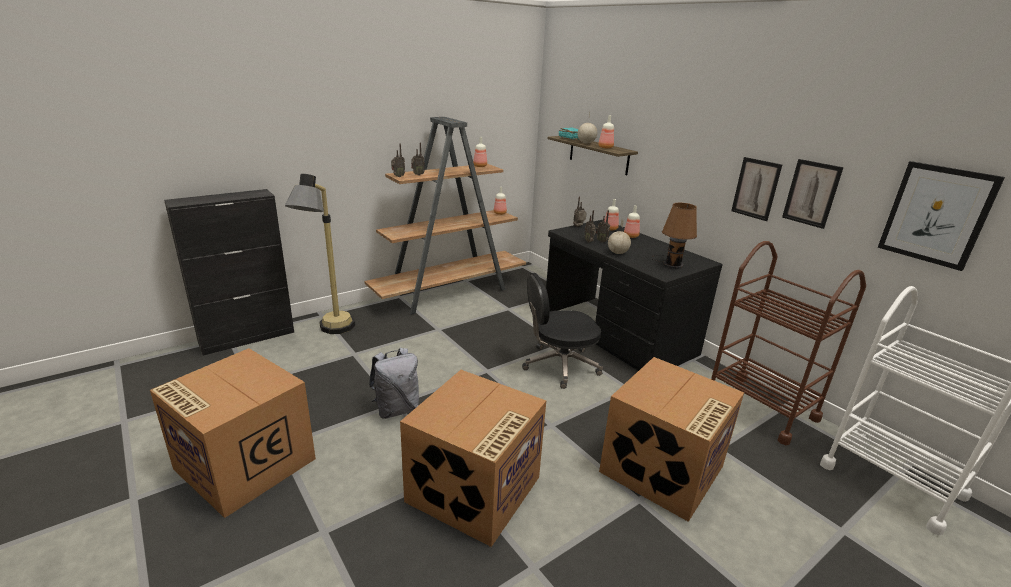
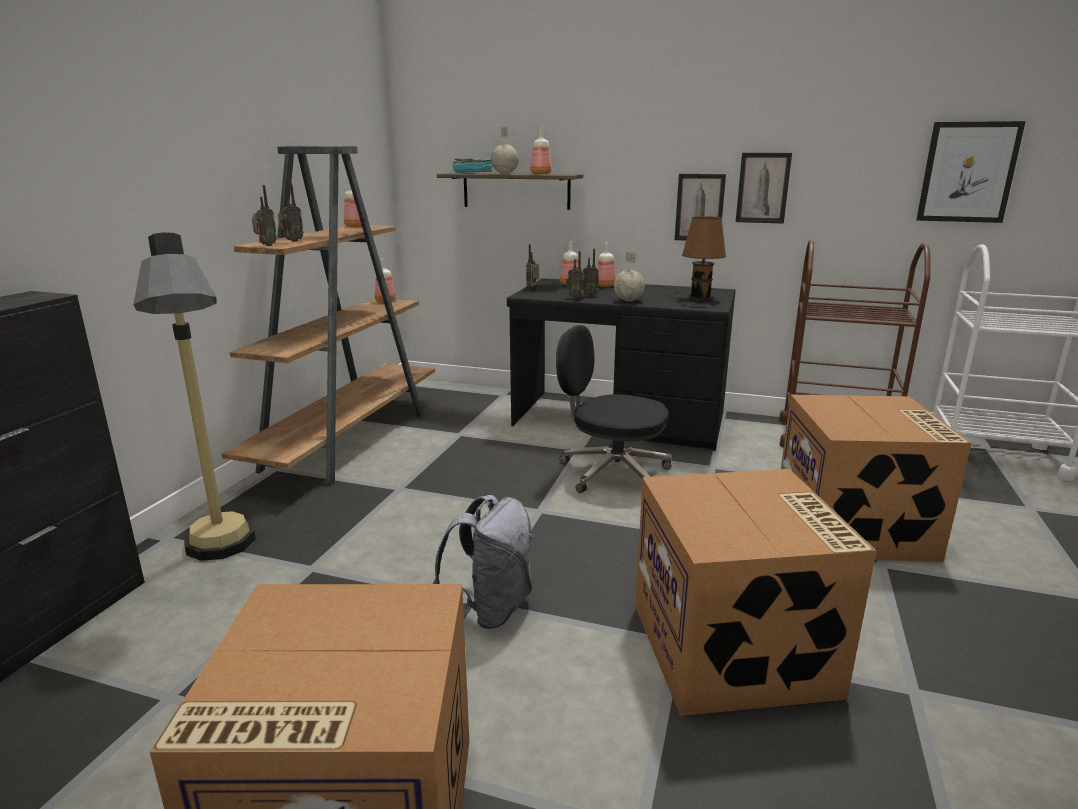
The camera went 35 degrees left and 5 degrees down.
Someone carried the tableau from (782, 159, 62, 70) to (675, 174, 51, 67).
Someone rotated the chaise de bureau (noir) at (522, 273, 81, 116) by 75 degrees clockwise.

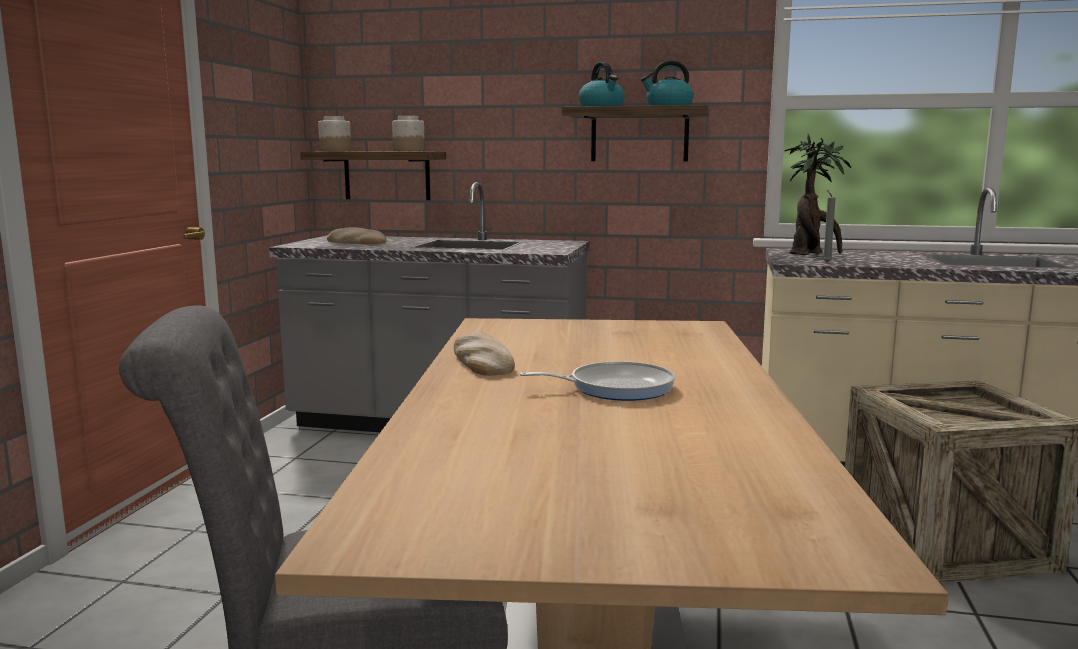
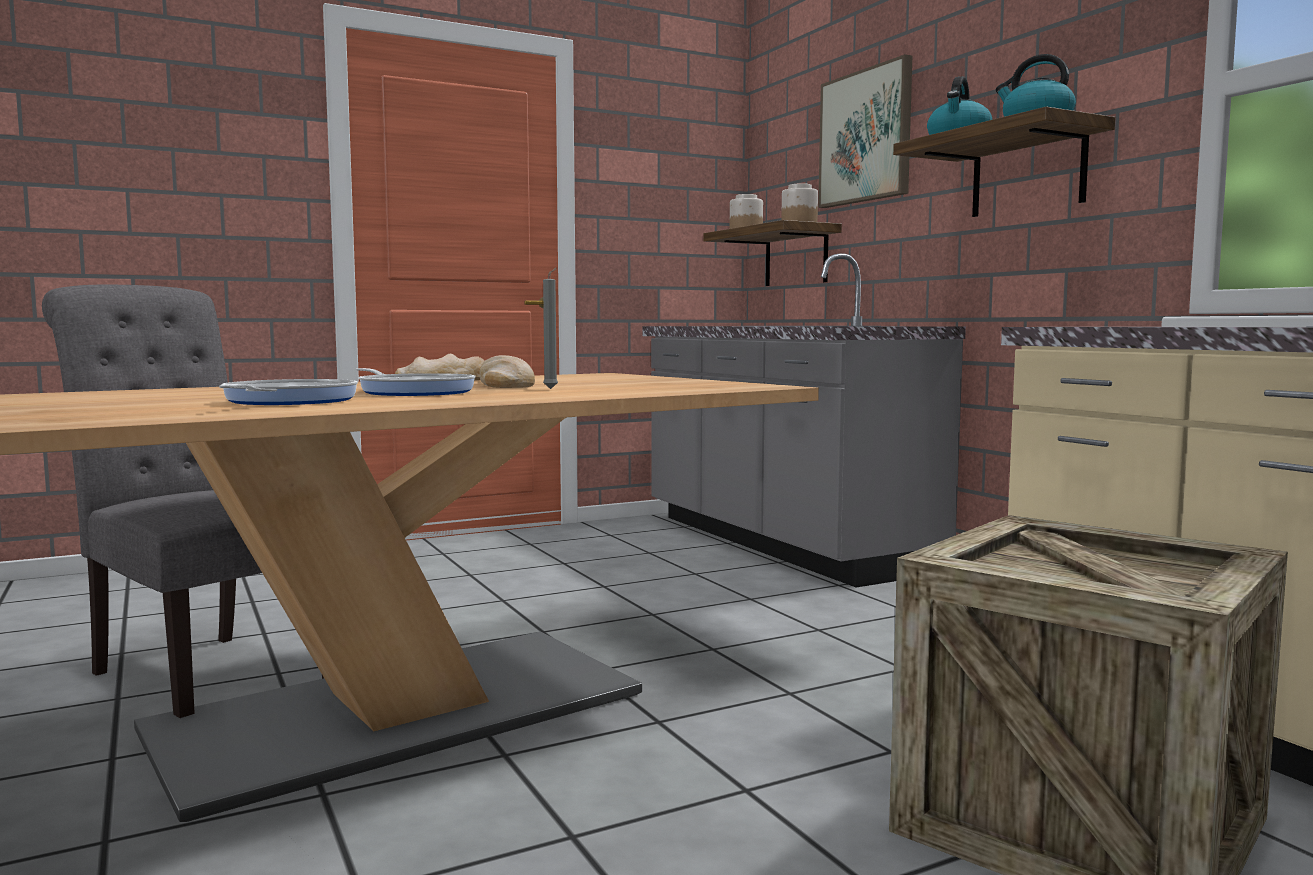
The camera went 50 degrees right and 5 degrees down.
Someone took away the plante en pot at (784, 133, 67, 122).
Someone put down the poêle at (219, 379, 139, 26).
Someone put up the tableau at (818, 54, 94, 154).
Someone carried the pain from (327, 227, 59, 18) to (479, 355, 56, 33).
Someone carried the bougie (gris) from (823, 190, 13, 73) to (543, 268, 15, 121).

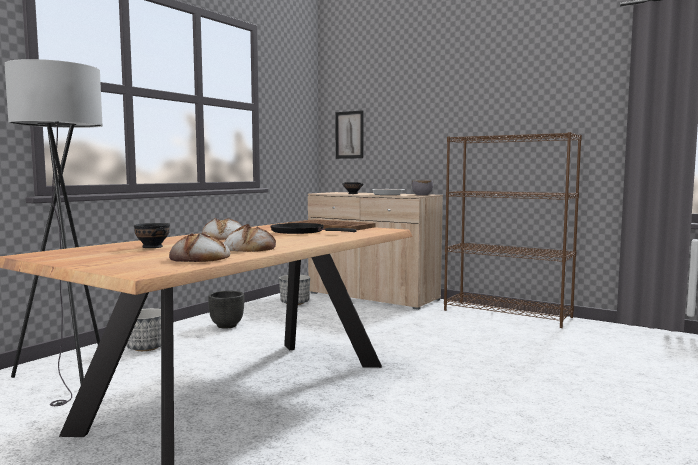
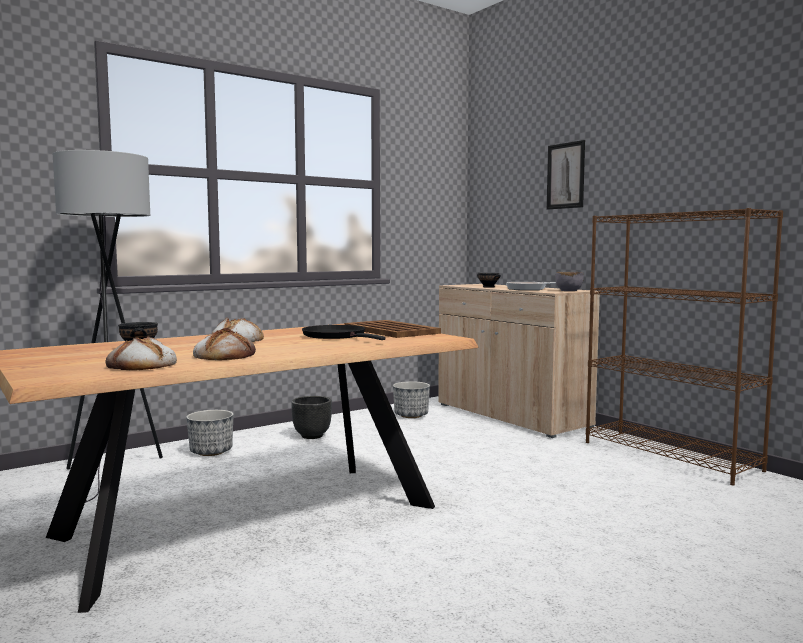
The camera went 20 degrees right and 0 degrees up.
Someone carried the tableau from (336, 110, 28, 49) to (547, 140, 38, 70).

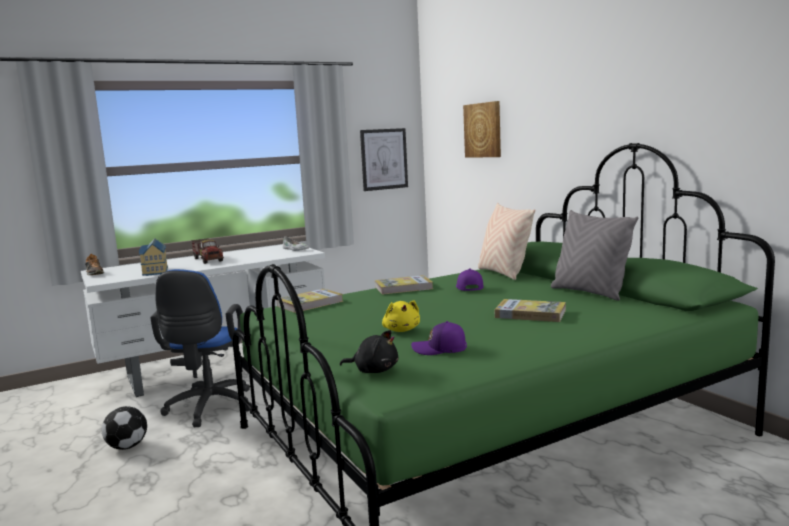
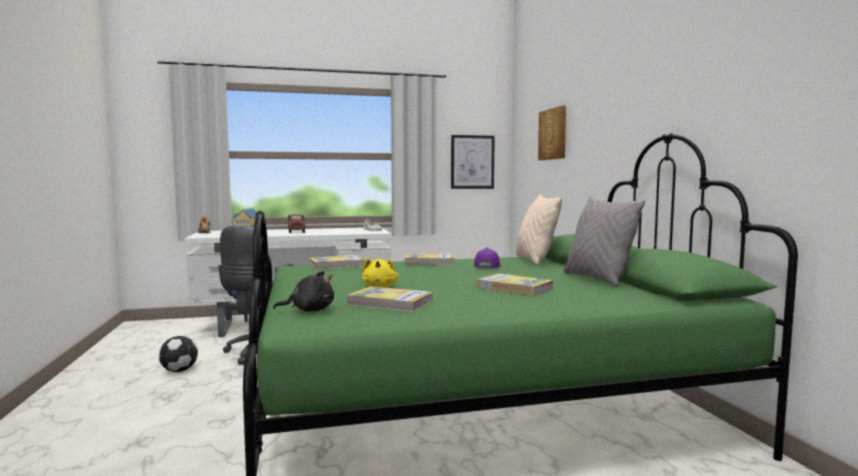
The camera went 15 degrees right and 5 degrees down.
Someone swapped the casquette (violet) at (411, 321, 56, 34) for the livre at (347, 286, 86, 26).
Someone rotated the peluche (noir) at (340, 330, 58, 43) by 45 degrees counterclockwise.

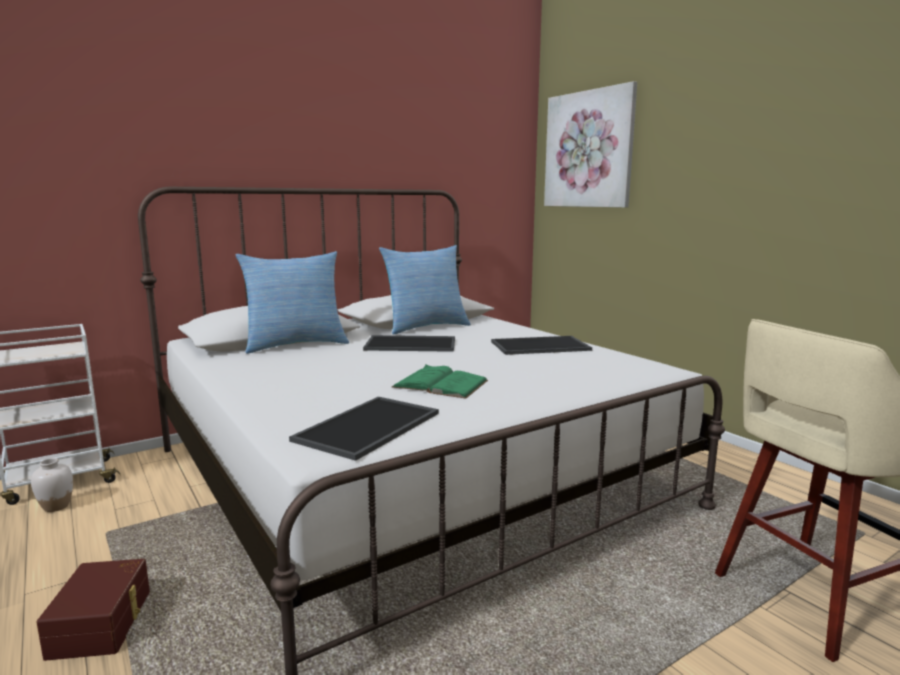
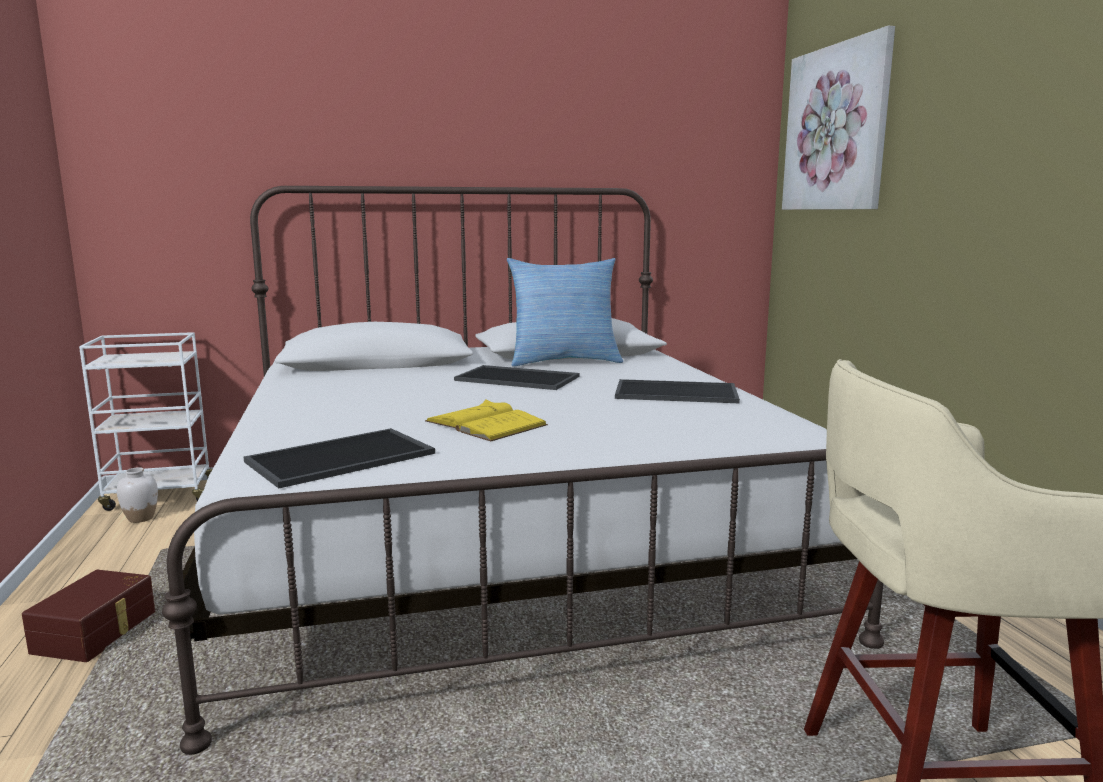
The camera went 20 degrees right and 0 degrees up.
Someone took away the coussin at (235, 251, 114, 103).
Someone repainted the livre (vert) at (392, 365, 96, 34), which became the livre (jaune) at (425, 399, 123, 42).

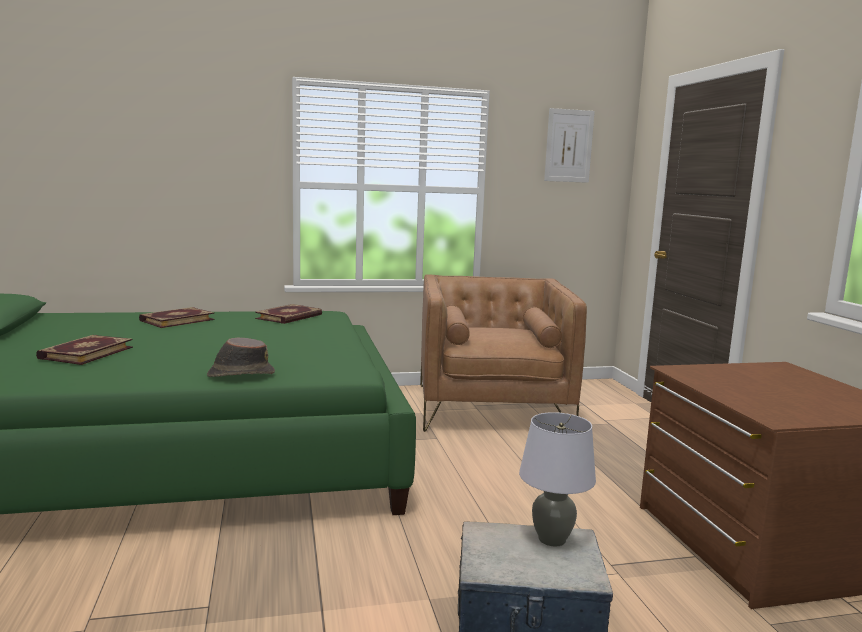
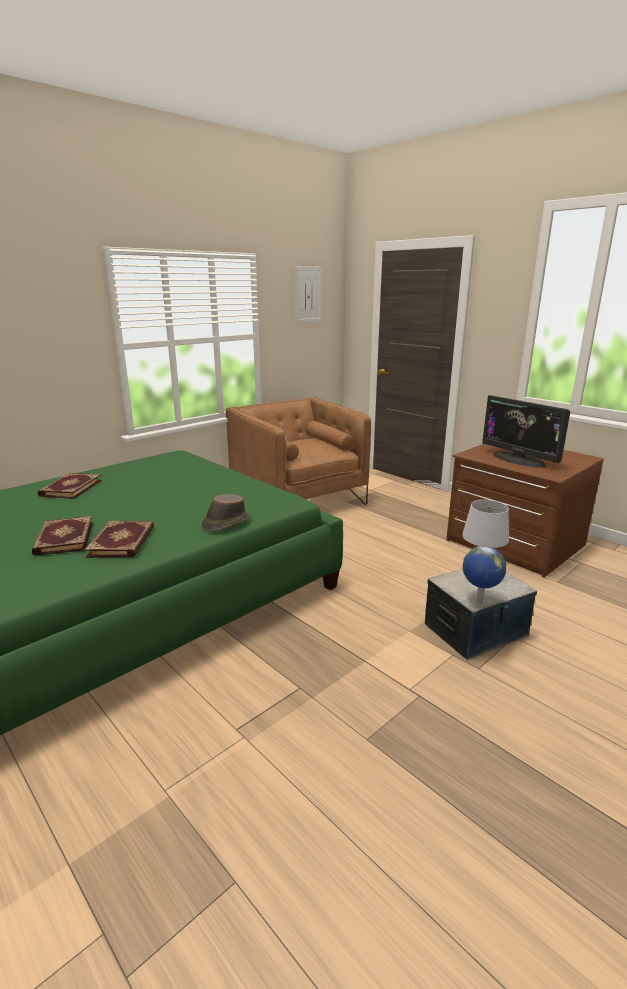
The camera went 30 degrees left and 10 degrees up.
Someone put down the globe at (463, 546, 43, 58).
Someone put down the écran d'ordinateur at (482, 395, 88, 73).
Someone carried the livre from (255, 304, 67, 20) to (84, 521, 70, 37).

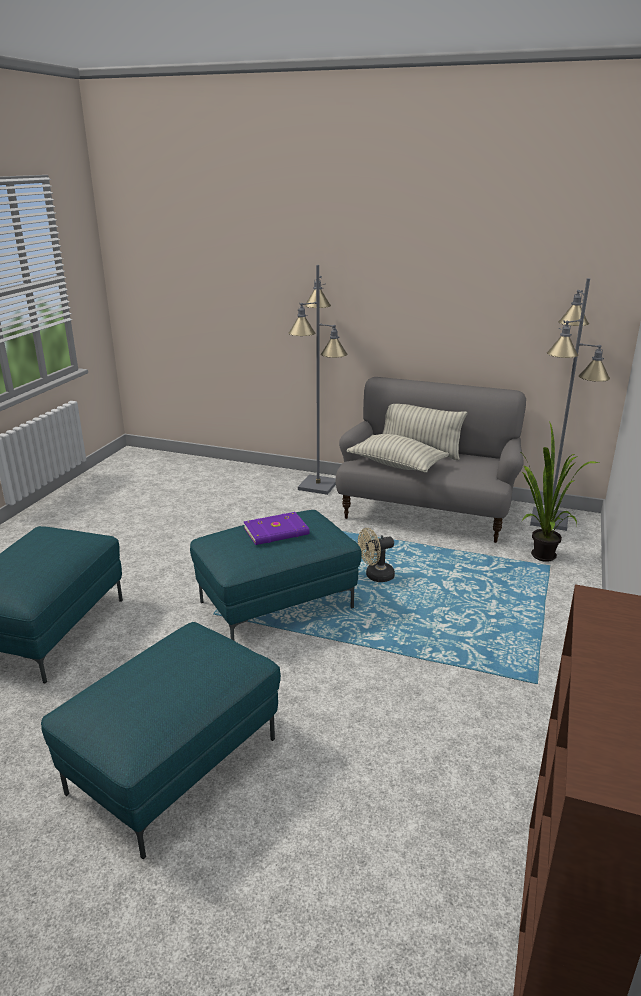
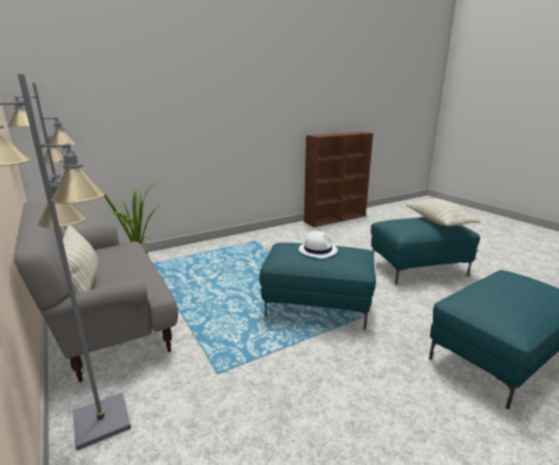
The camera went 140 degrees left and 5 degrees down.
Someone took away the ventilateur (beige) at (358, 528, 37, 54).
Someone carried the coussin from (346, 434, 103, 39) to (405, 199, 76, 27).
Someone swapped the livre (violet) at (244, 512, 66, 33) for the chapeau (blanc) at (299, 231, 39, 27).

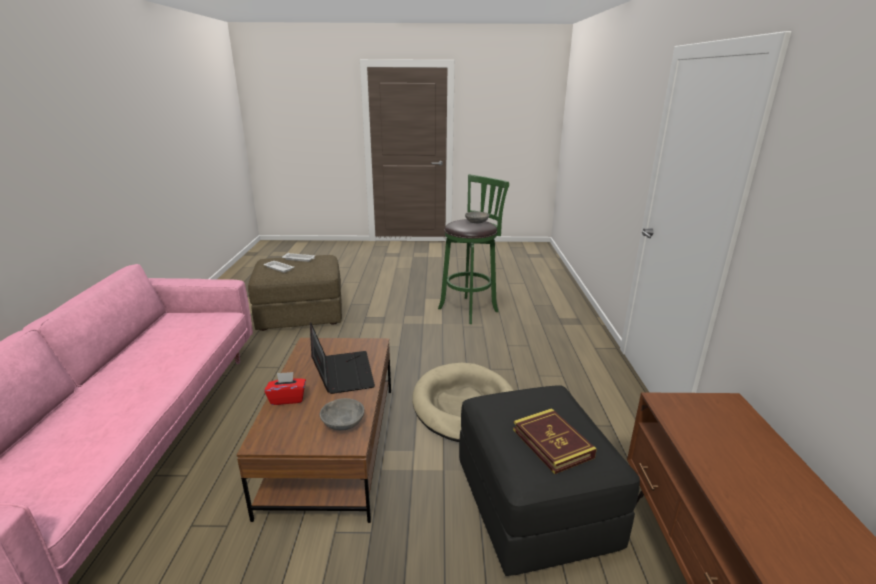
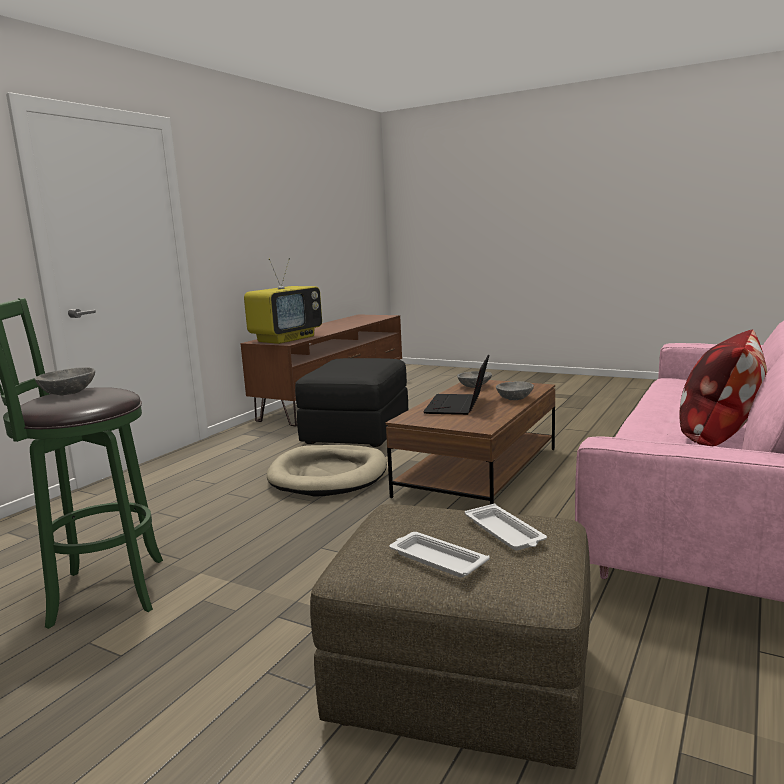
The camera went 150 degrees left and 10 degrees down.
Someone took away the livre at (513, 408, 83, 66).
Someone put down the téléviseur at (244, 258, 78, 86).
Someone put down the coussin at (679, 329, 88, 117).
Someone swapped the boîte à mouchoirs (rouge) at (264, 372, 42, 33) for the bol (gris) at (496, 381, 38, 19).

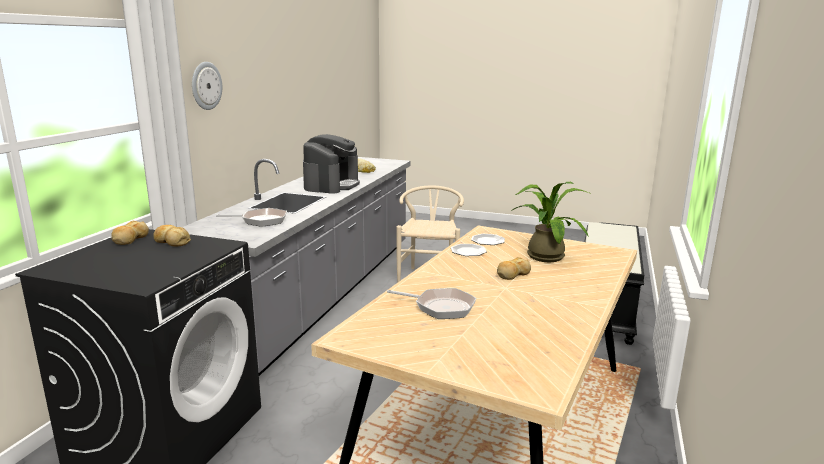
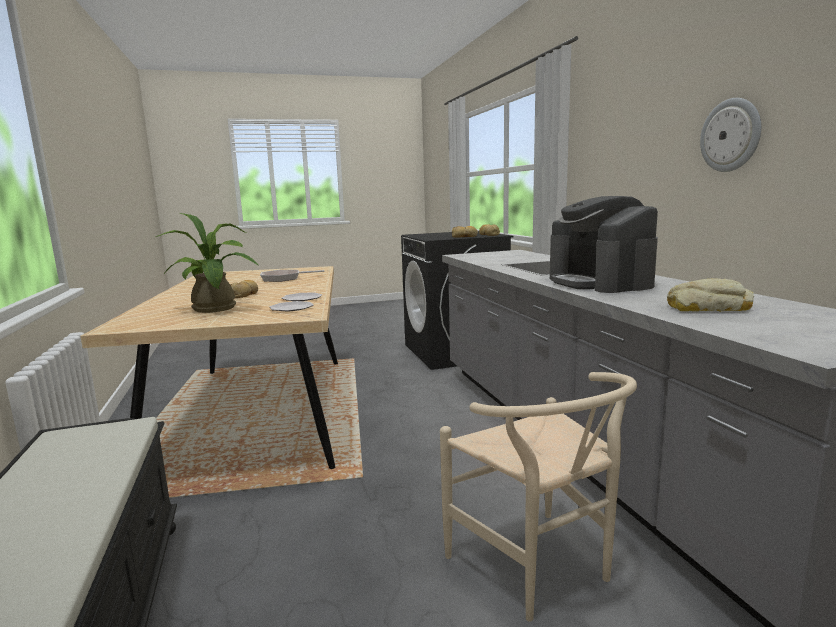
The camera went 145 degrees right and 5 degrees down.
Someone took away the poêle at (216, 208, 71, 19).
Someone carried the horloge murale from (192, 62, 30, 48) to (700, 98, 61, 74).

